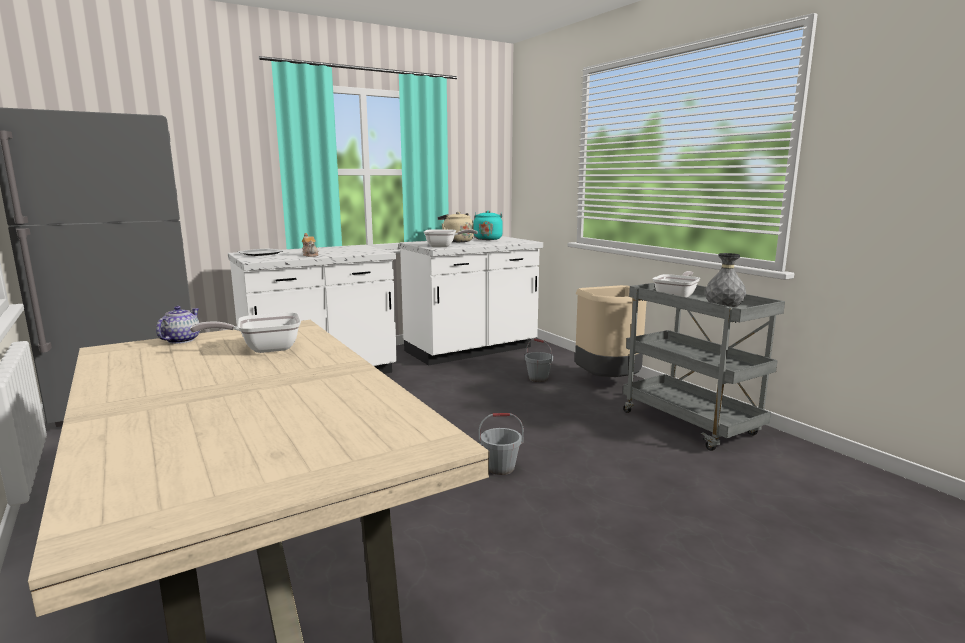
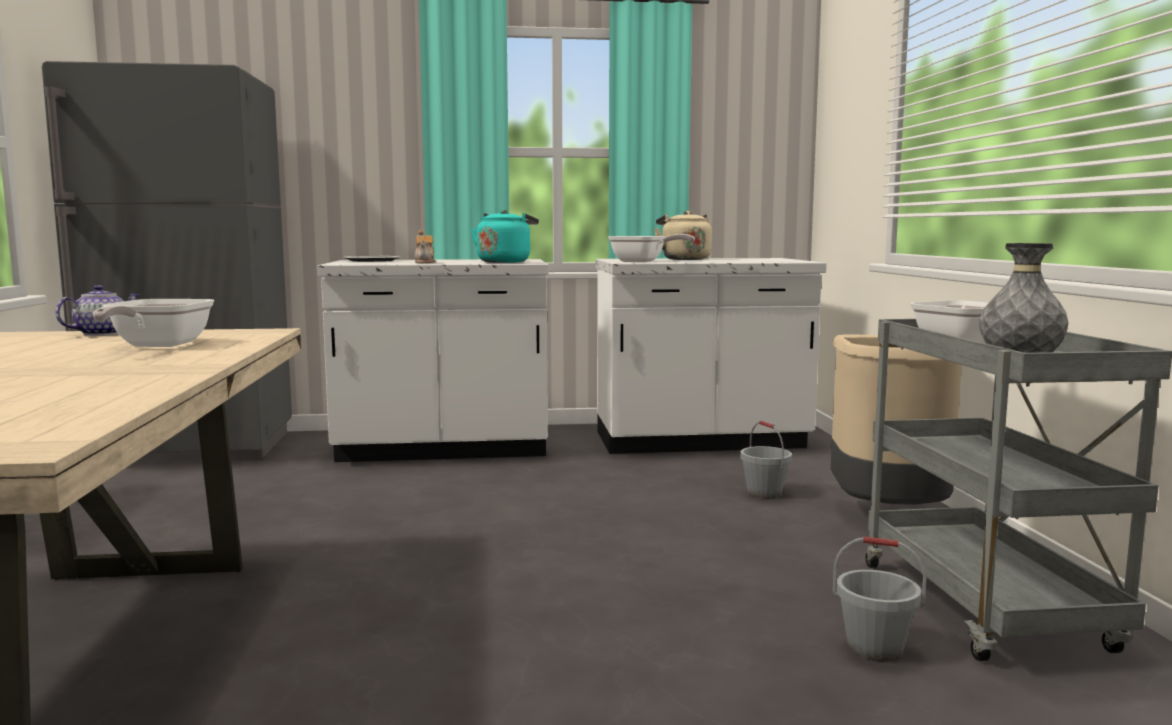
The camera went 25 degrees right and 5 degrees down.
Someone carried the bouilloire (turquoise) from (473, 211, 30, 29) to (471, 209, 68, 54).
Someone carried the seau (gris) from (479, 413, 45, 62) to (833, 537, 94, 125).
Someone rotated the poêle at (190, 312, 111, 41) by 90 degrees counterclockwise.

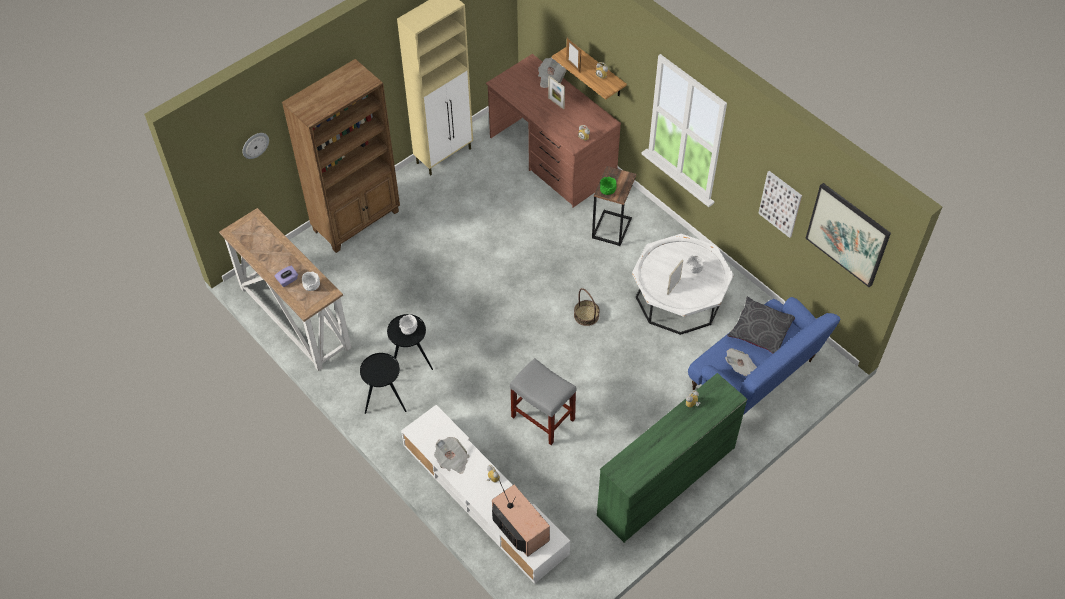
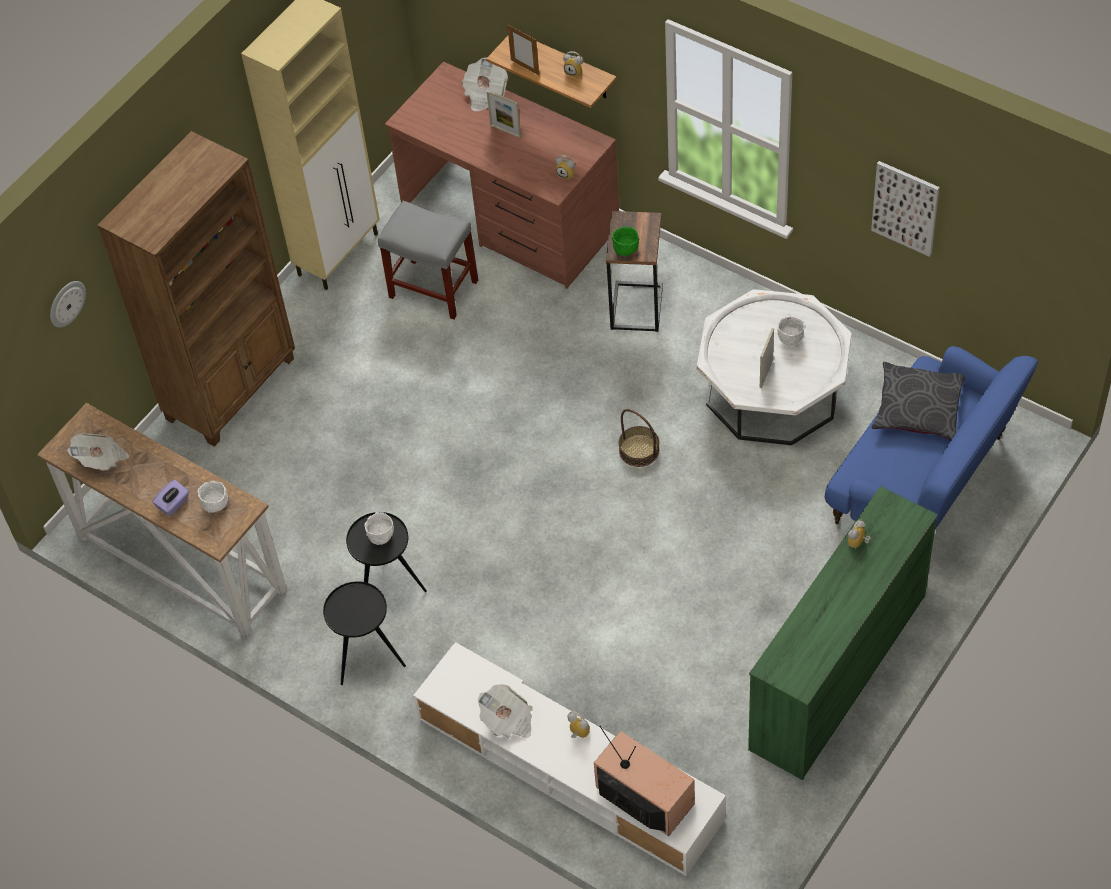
The camera went 10 degrees left and 0 degrees up.
Someone took away the tableau at (805, 183, 86, 104).
Someone carried the tabouret (gris) from (510, 358, 67, 87) to (378, 200, 100, 119).
Someone carried the journal from (725, 348, 32, 28) to (67, 433, 62, 38).

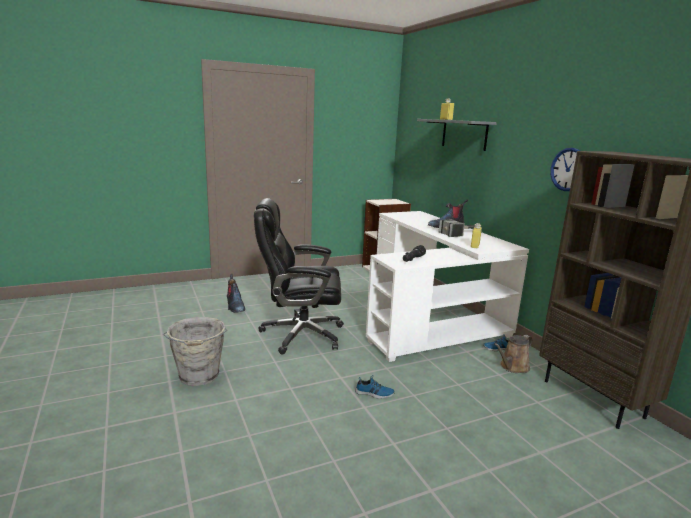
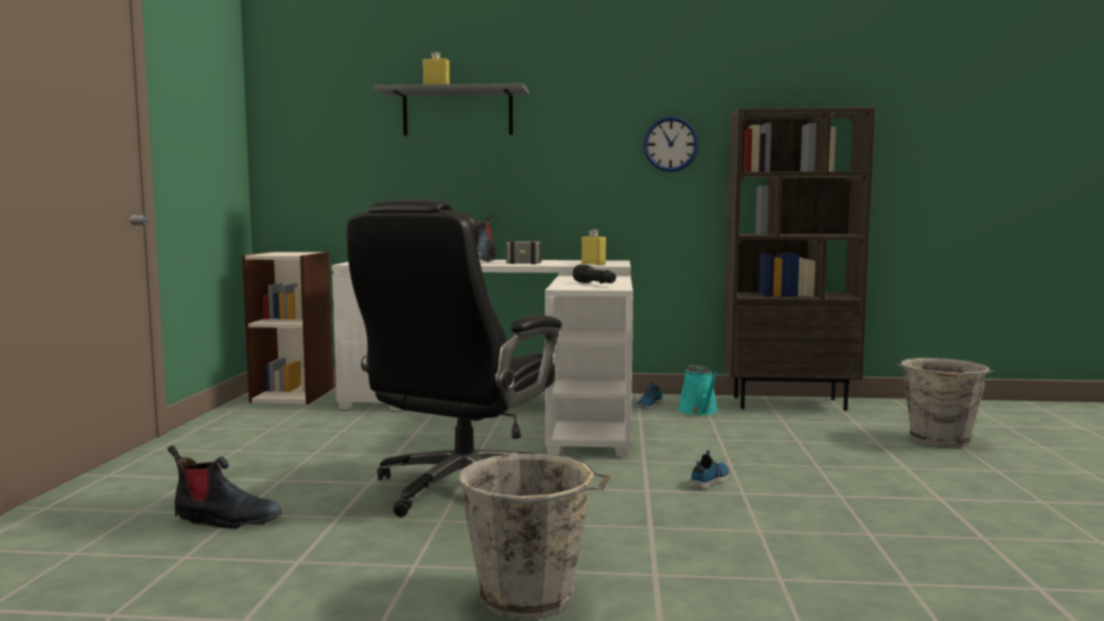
The camera went 60 degrees left and 10 degrees down.
Someone put down the seau (gris) at (897, 358, 96, 90).
Someone repainted the arrosoir (marron) at (494, 335, 39, 38), which became the arrosoir (turquoise) at (678, 365, 41, 50).

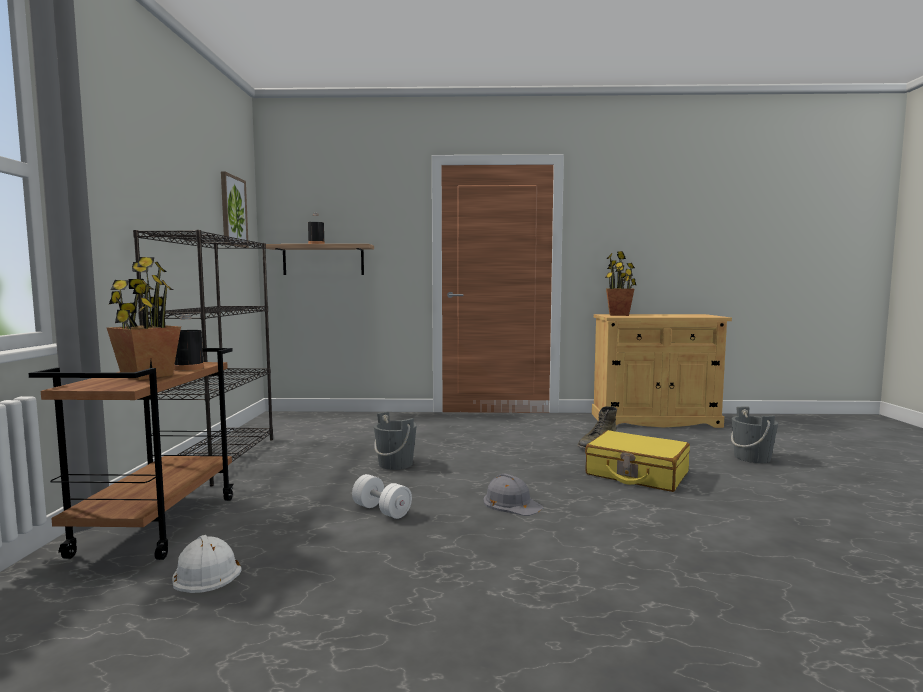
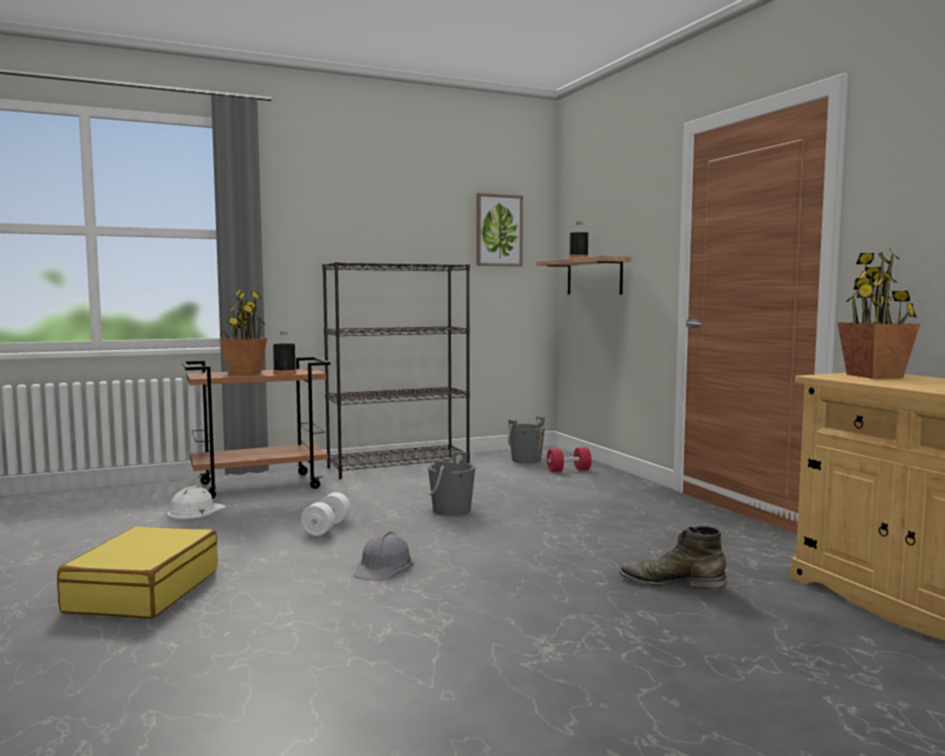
The camera went 65 degrees right and 0 degrees up.
Someone put down the haltère (rouge) at (547, 447, 45, 25).
Someone carried the valise (jaune) from (585, 430, 105, 62) to (57, 526, 161, 93).
Someone carried the seau (gris) from (731, 407, 47, 56) to (508, 416, 37, 48).

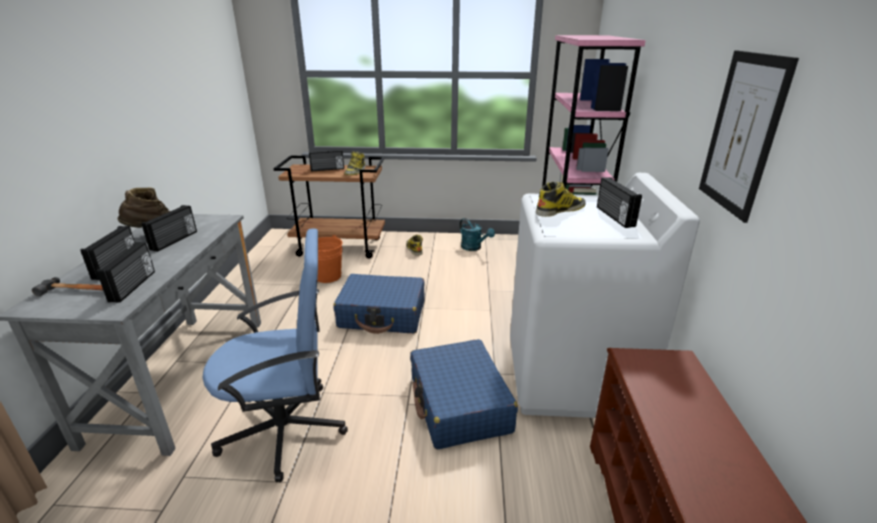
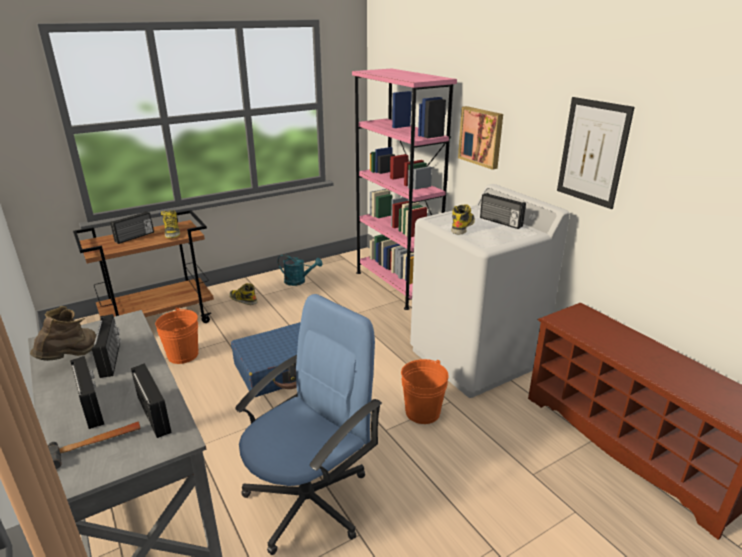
The camera went 35 degrees left and 0 degrees up.
Someone put up the tableau at (458, 106, 45, 64).
Someone swapped the valise (bleu) at (410, 339, 108, 110) for the seau (orange) at (401, 359, 48, 65).

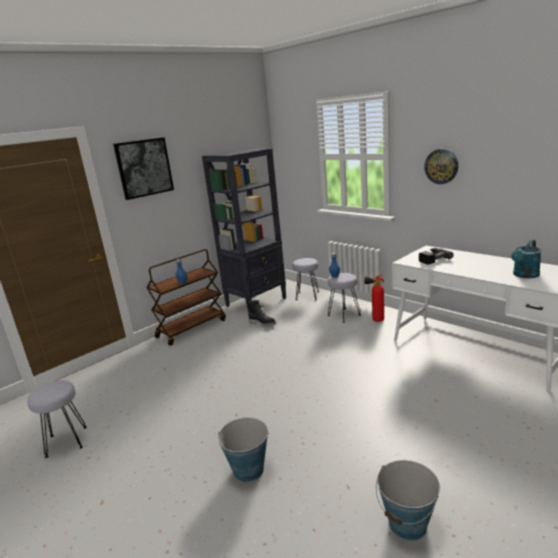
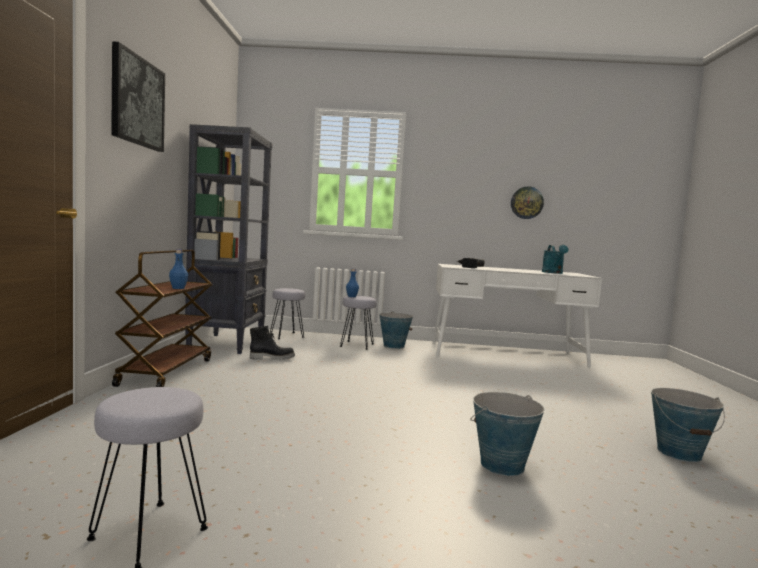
The camera went 45 degrees left and 15 degrees down.
Someone carried the horloge murale from (424, 149, 34, 35) to (511, 186, 33, 33).
Someone swapped the extincteur at (364, 275, 20, 47) for the seau at (379, 311, 34, 38).

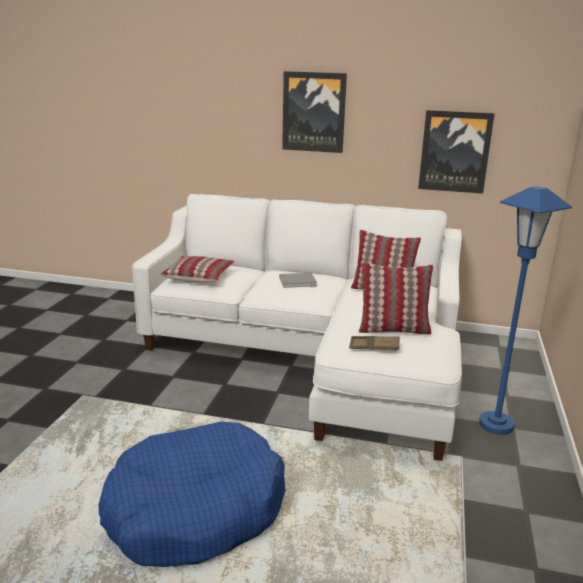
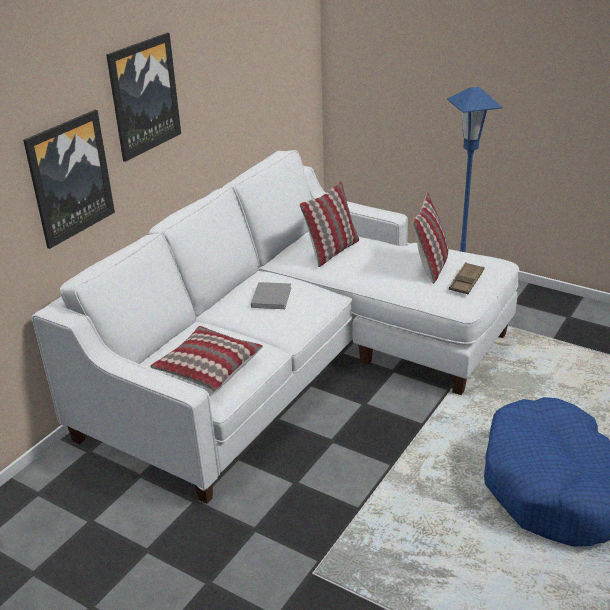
The camera went 70 degrees left and 10 degrees up.
Someone carried the tableau from (418, 110, 77, 84) to (23, 110, 92, 139).

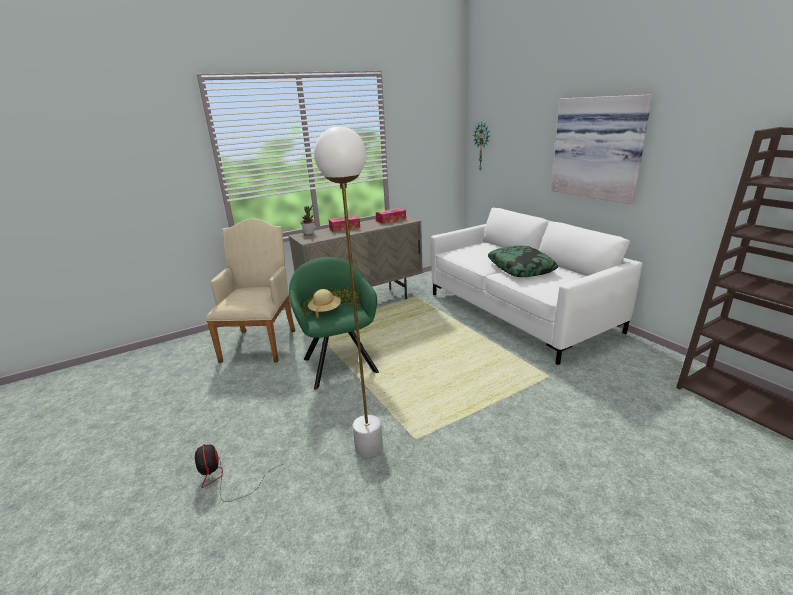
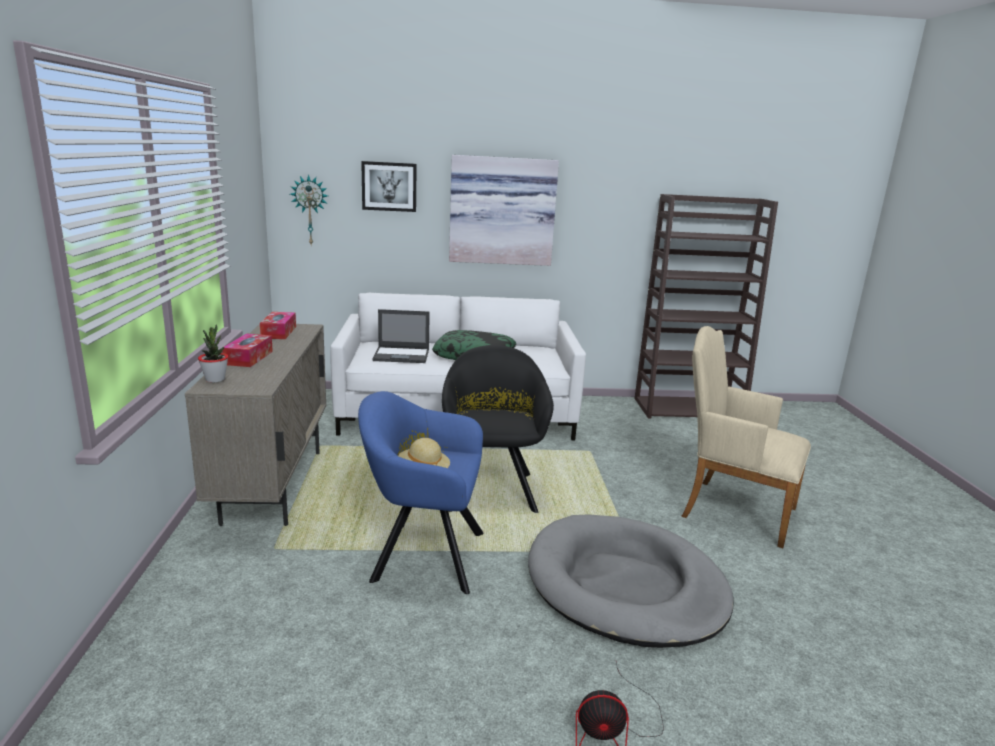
The camera went 65 degrees left and 5 degrees down.
Someone put up the tableau at (361, 161, 56, 51).
Someone put down the ordinateur portable at (373, 309, 57, 54).
Someone put down the fauteuil (noir) at (442, 345, 112, 168).
Someone carried the fauteuil (beige) from (206, 218, 89, 145) to (681, 326, 130, 222).
Someone swapped the lampadaire (blanc) at (314, 126, 69, 331) for the panier pour chien (gris) at (528, 514, 206, 134).
Someone repainted the fauteuil (vert) at (289, 257, 90, 133), which became the fauteuil (bleu) at (358, 391, 126, 203).

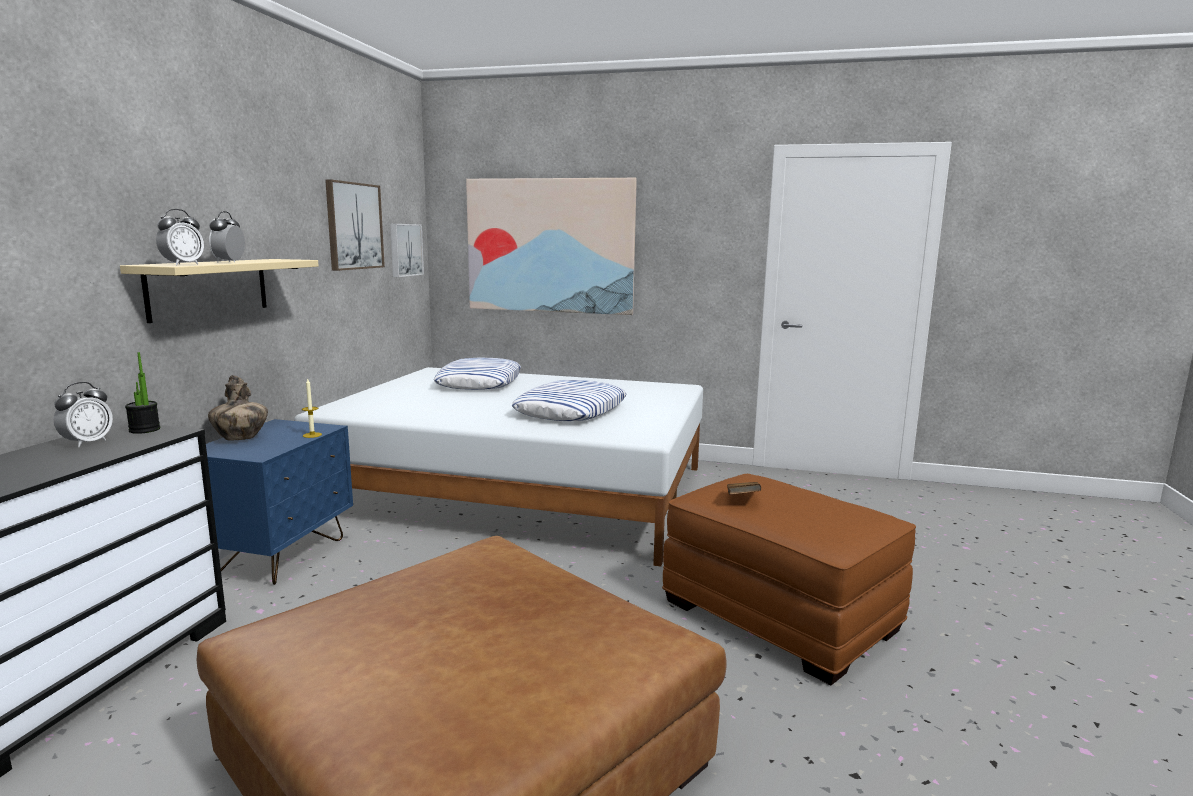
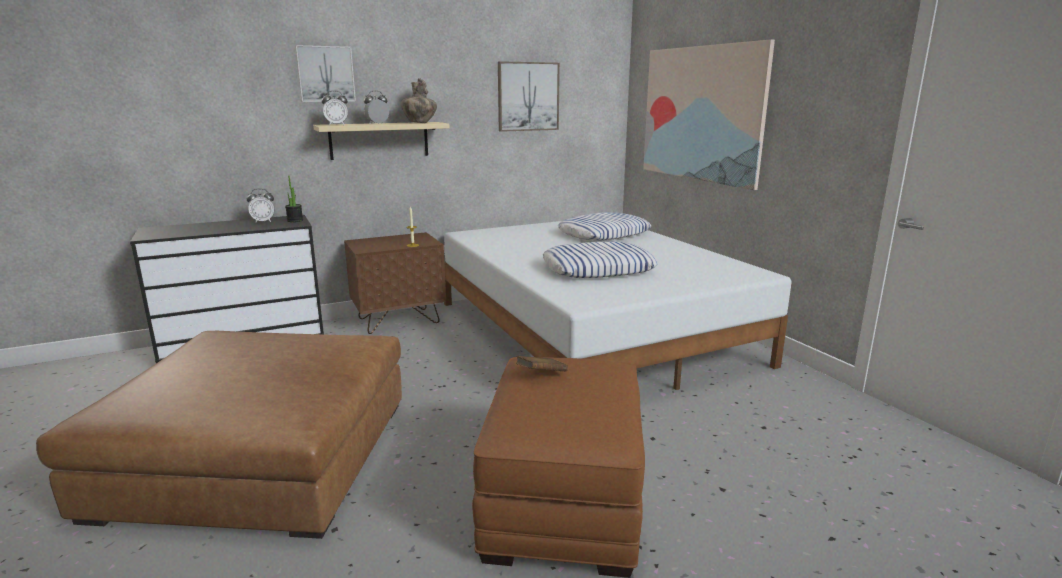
The camera went 50 degrees right and 5 degrees up.
Someone carried the vase from (208, 375, 60, 65) to (401, 78, 36, 45).
Someone carried the tableau from (390, 224, 34, 53) to (295, 45, 61, 57).
Someone repainted the table de chevet (bleu) at (206, 419, 147, 166), which became the table de chevet (marron) at (344, 232, 102, 102).

